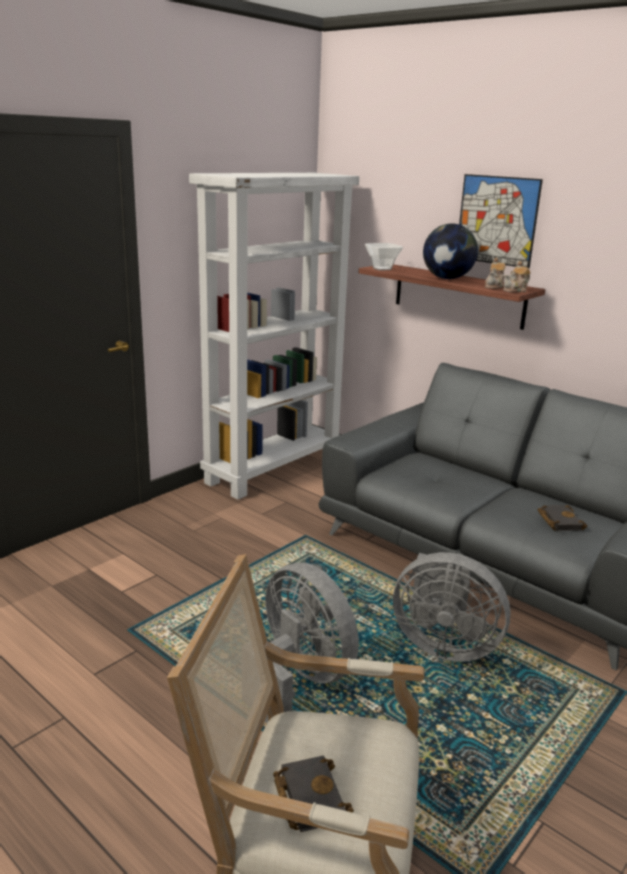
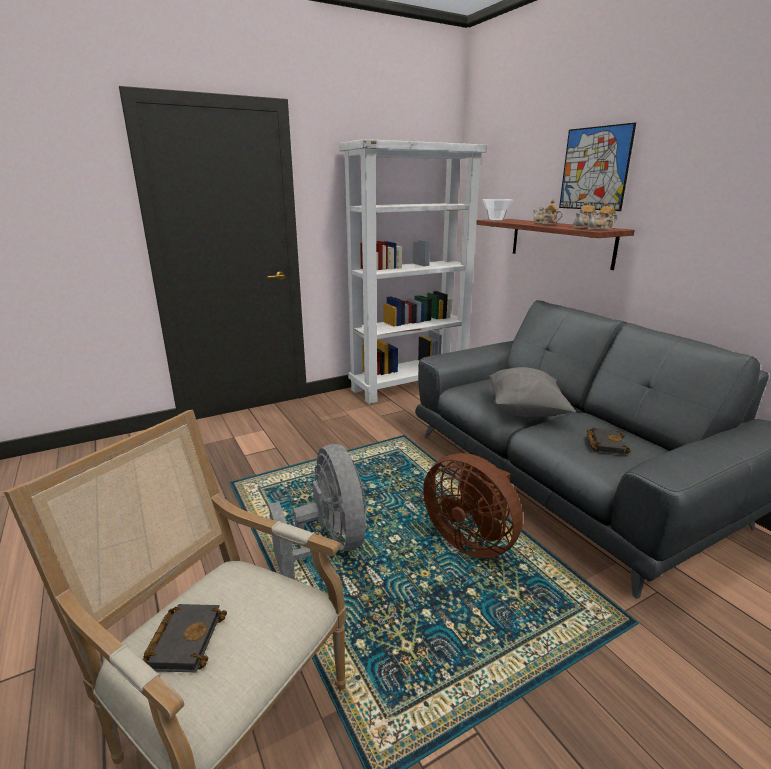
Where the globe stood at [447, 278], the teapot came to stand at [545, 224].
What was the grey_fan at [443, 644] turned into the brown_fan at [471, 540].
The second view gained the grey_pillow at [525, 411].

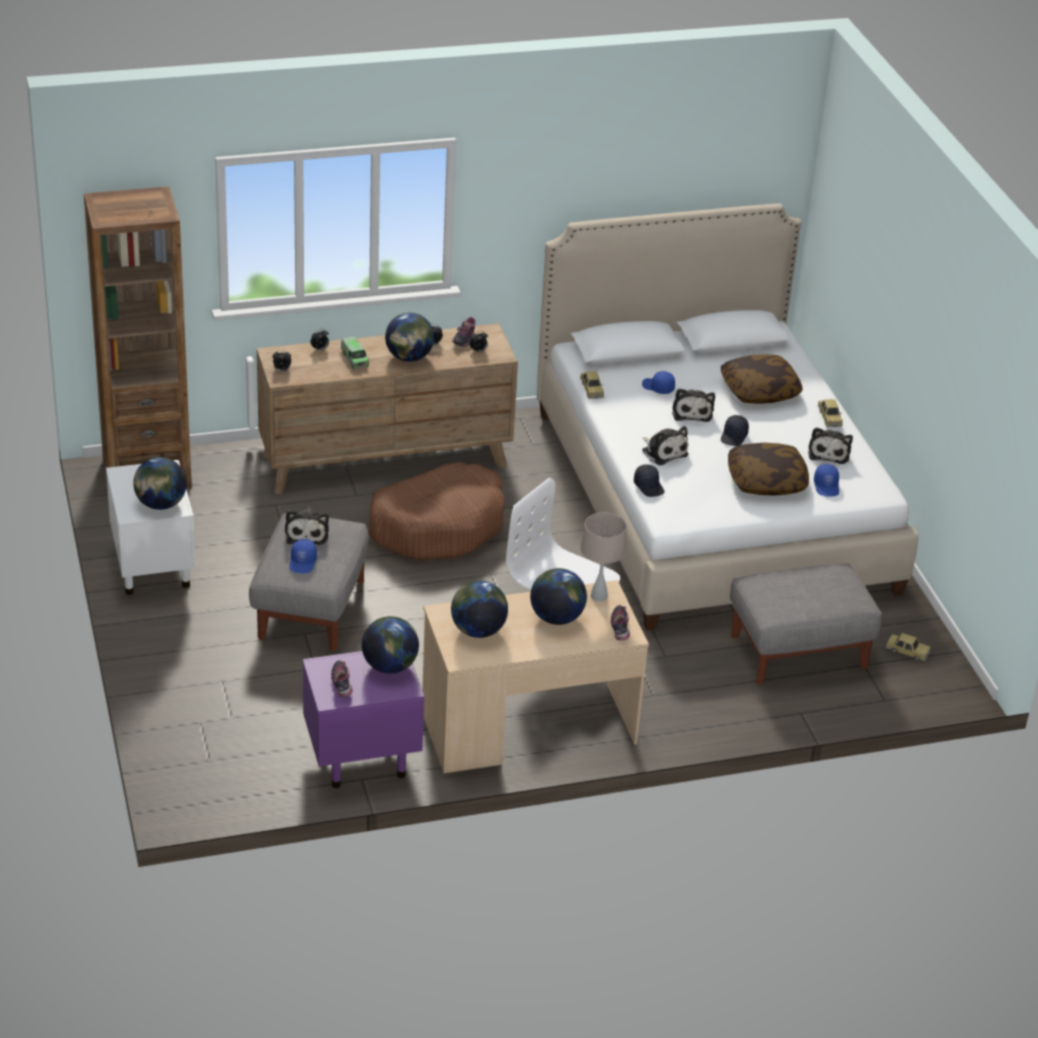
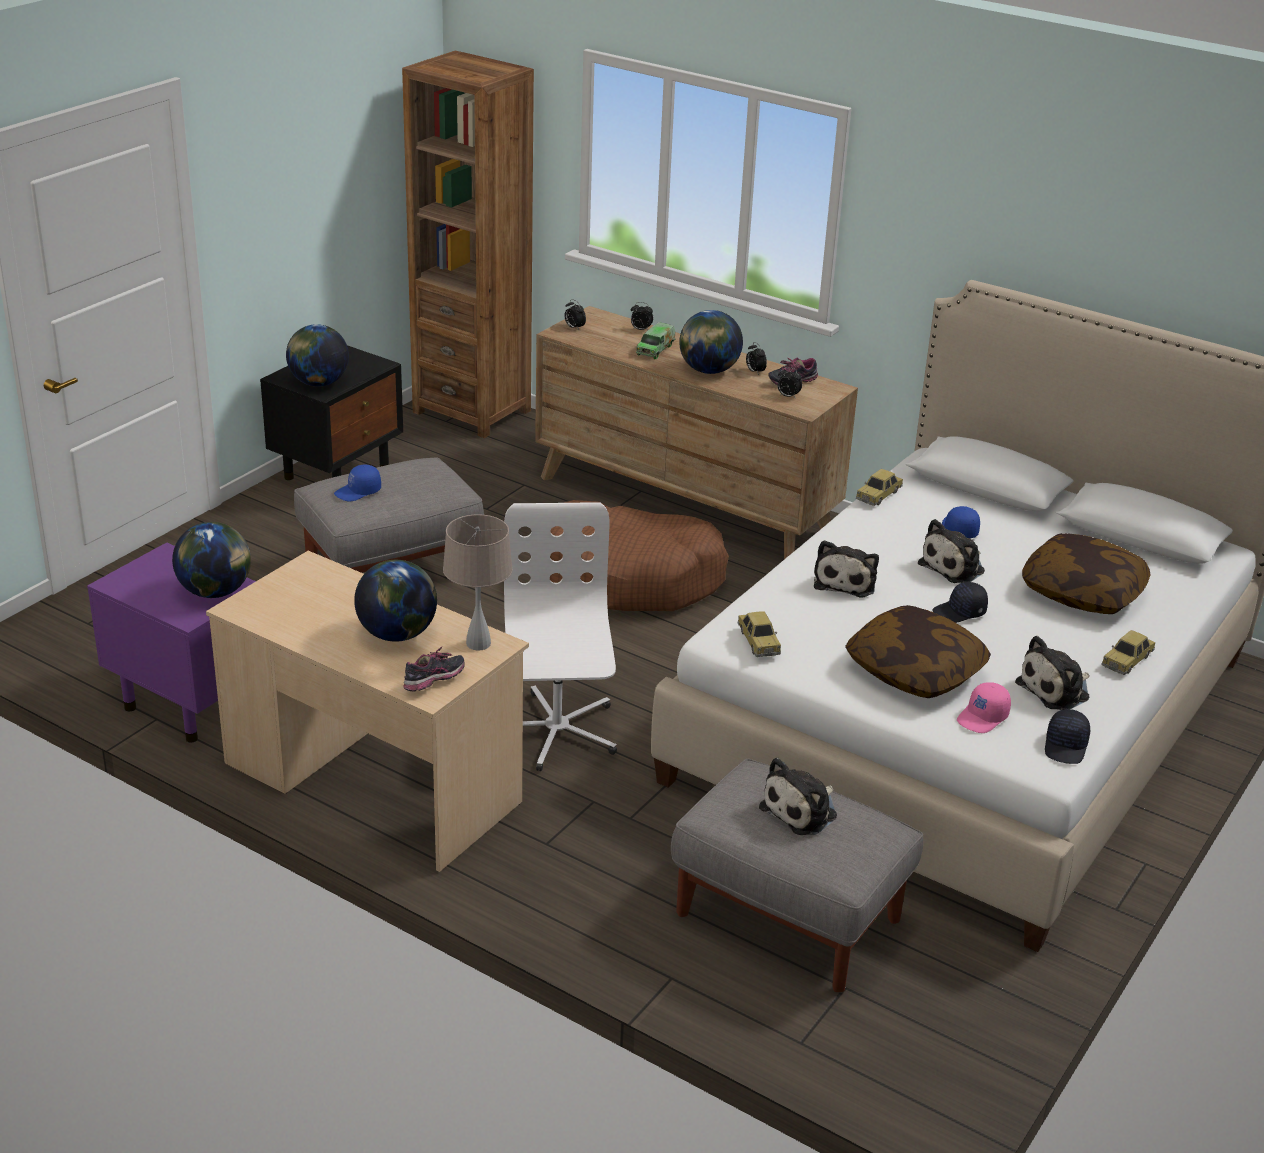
What was the white_nightstand at [153, 569] turned into the black_nightstand at [338, 473].
The black_cap ended up elsewhere, having gone from [649, 486] to [1066, 746].
What was the blue_cap at [827, 486] turned into the pink_cap at [983, 718].
The plush_toy ended up elsewhere, having gone from [307, 533] to [802, 811].
The second view lost the globe at [478, 630].
The toy_car ended up elsewhere, having gone from [907, 651] to [758, 641].
The second view lost the shoe at [342, 685].

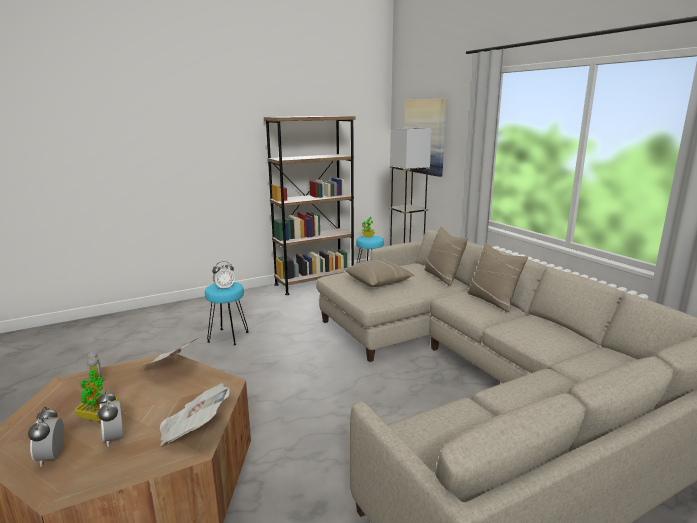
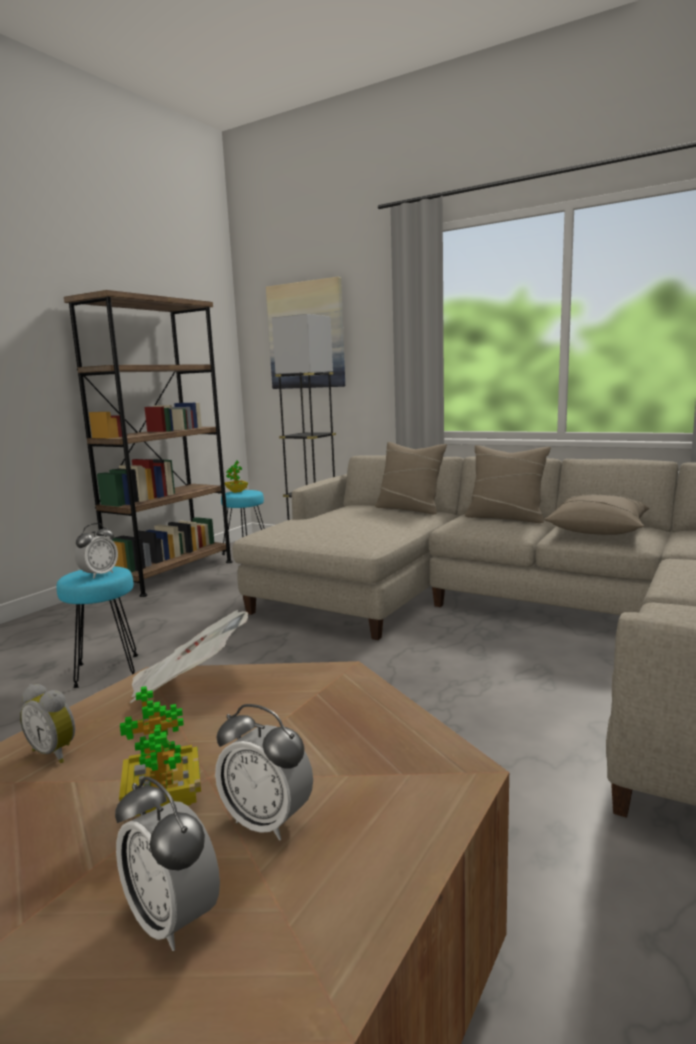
The beige_pillow ended up elsewhere, having gone from [378, 282] to [597, 530].
The second view lost the newspaper at [194, 430].

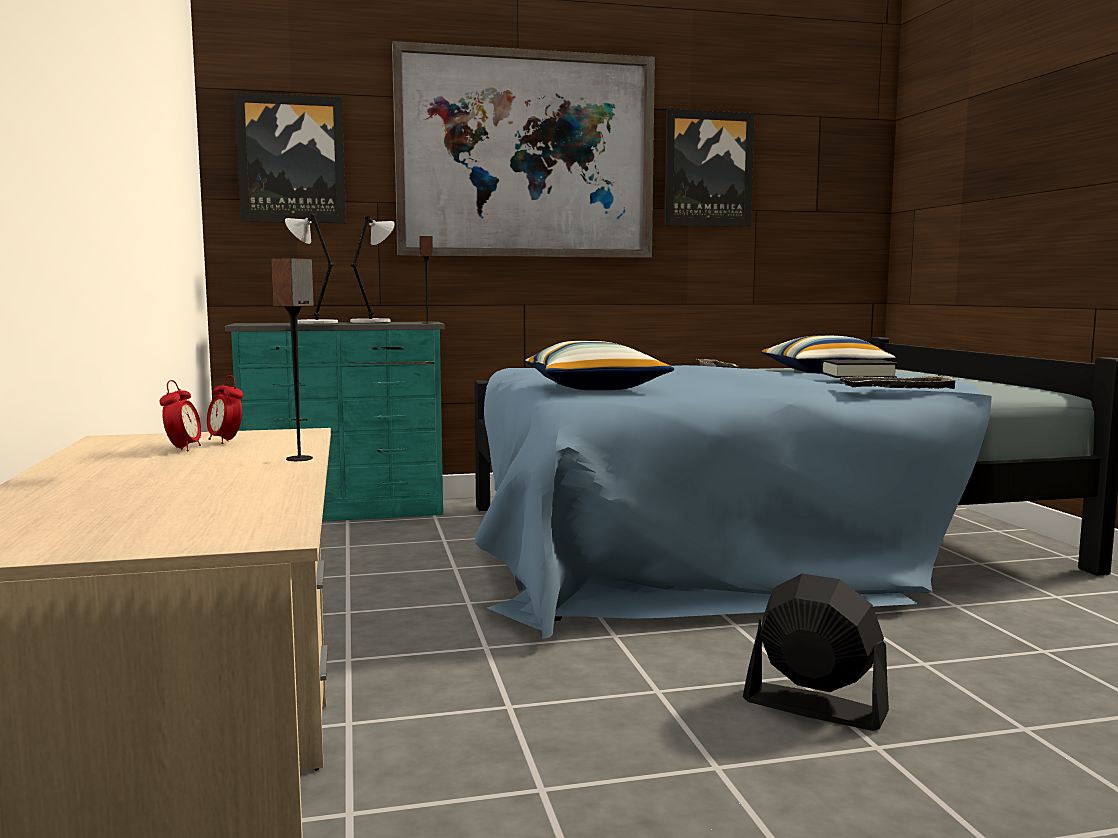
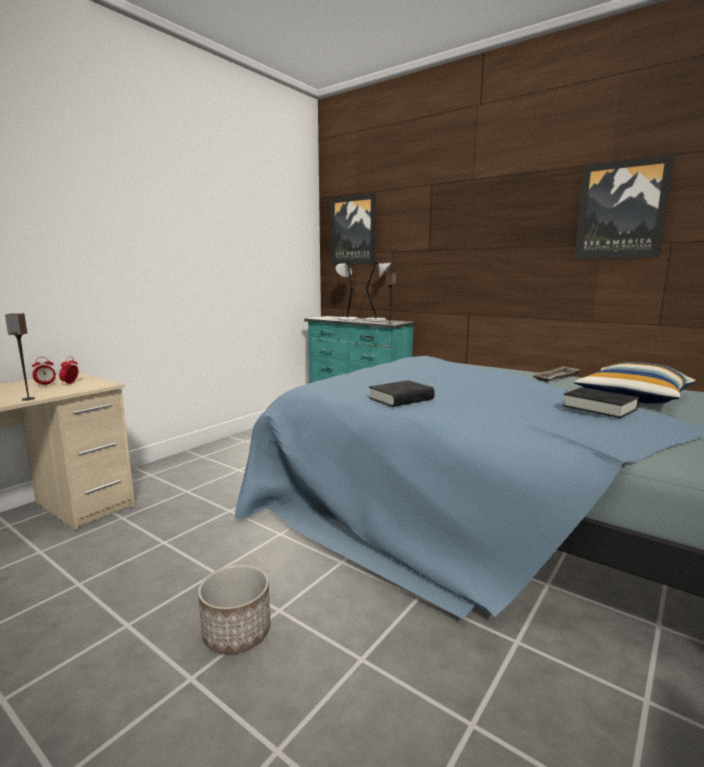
The second view lost the picture at [525, 156].
The second view lost the pillow at [595, 388].
The second view lost the tray at [898, 389].
Where the black_fan stood at [813, 706], the planter came to stand at [236, 632].
The second view gained the black_book at [401, 399].

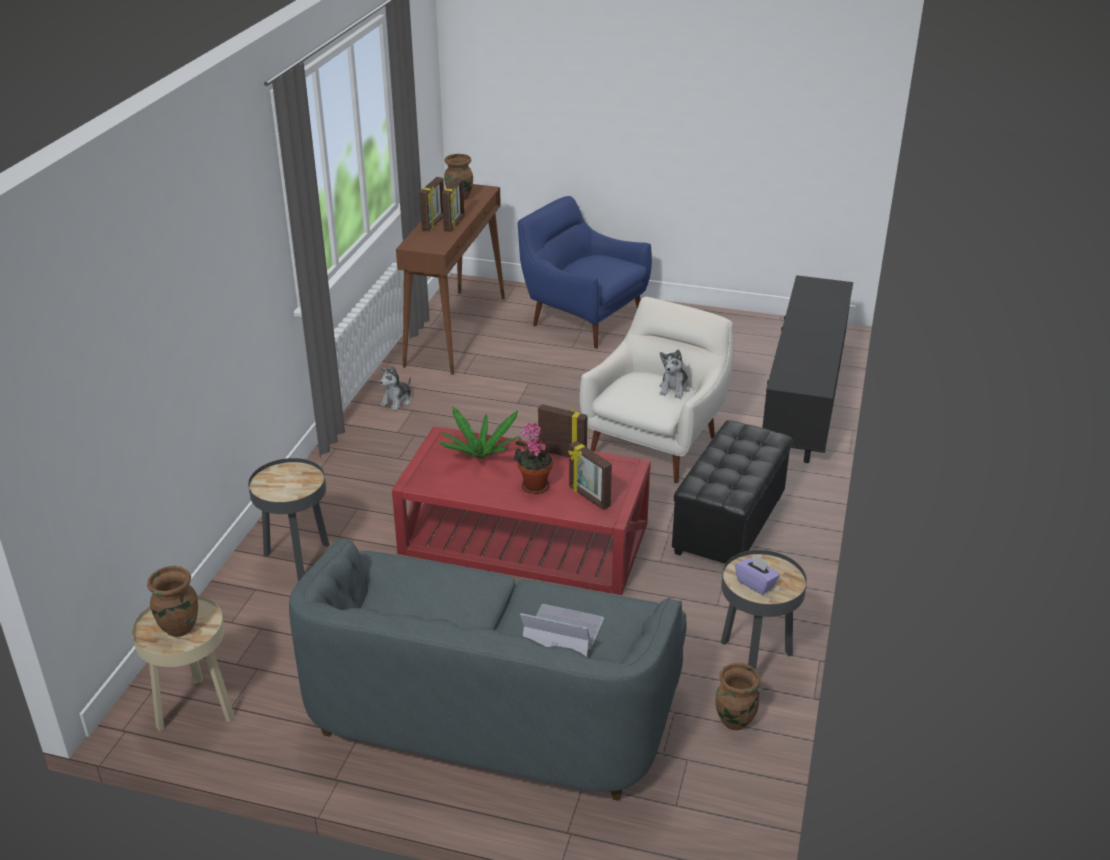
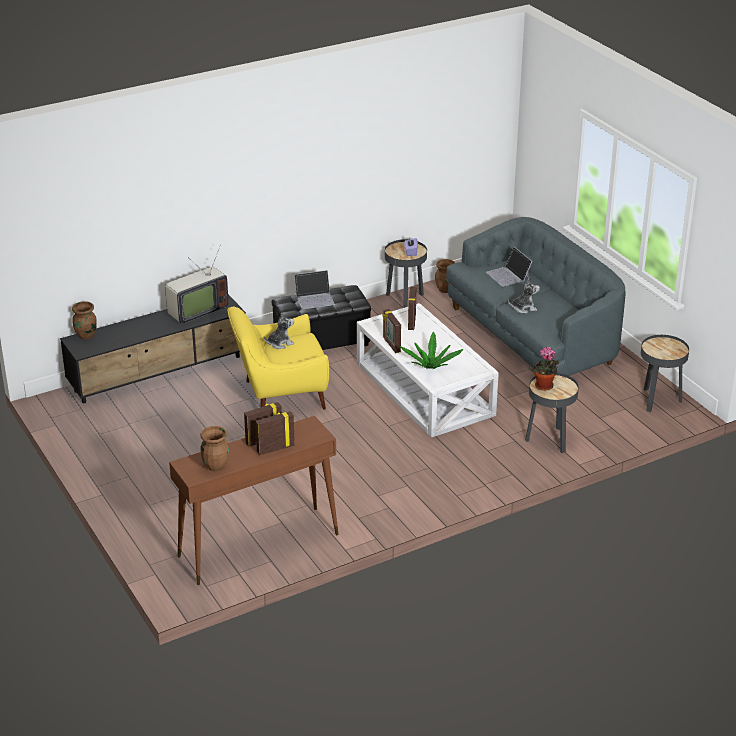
The second view lost the blue_armchair at [583, 319].
What was the white_armchair at [656, 443] turned into the yellow_armchair at [280, 396].
The plush_toy ended up elsewhere, having gone from [397, 401] to [523, 308].
The potted_plant ended up elsewhere, having gone from [533, 485] to [544, 387].
What was the red_coffee_table at [523, 539] turned into the white_coffee_table at [425, 389].
The brown_vase ended up elsewhere, having gone from [179, 628] to [86, 336].
What was the beige_side_table at [195, 709] turned into the black_side_table at [658, 400].
The second view gained the television at [196, 311].
The second view gained the laptop at [315, 298].

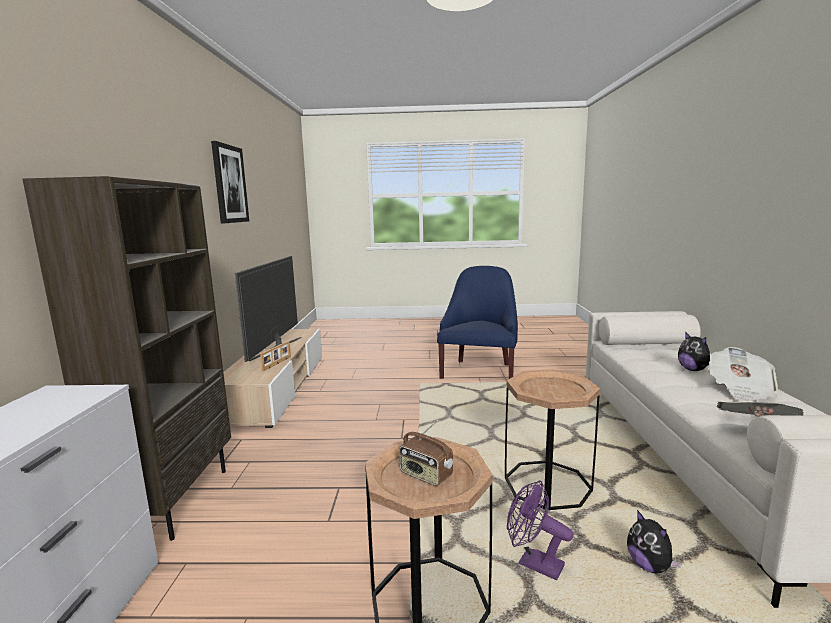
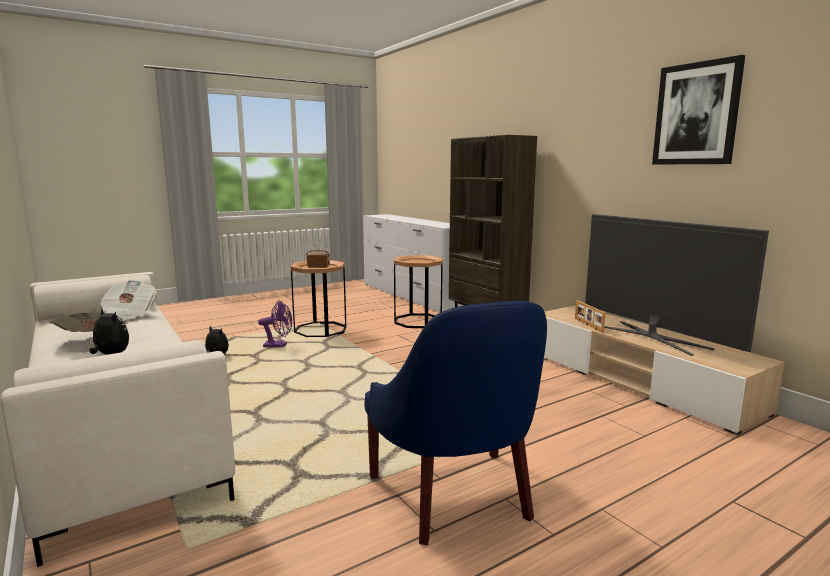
The brown_side_table ended up elsewhere, having gone from [547, 485] to [418, 321].

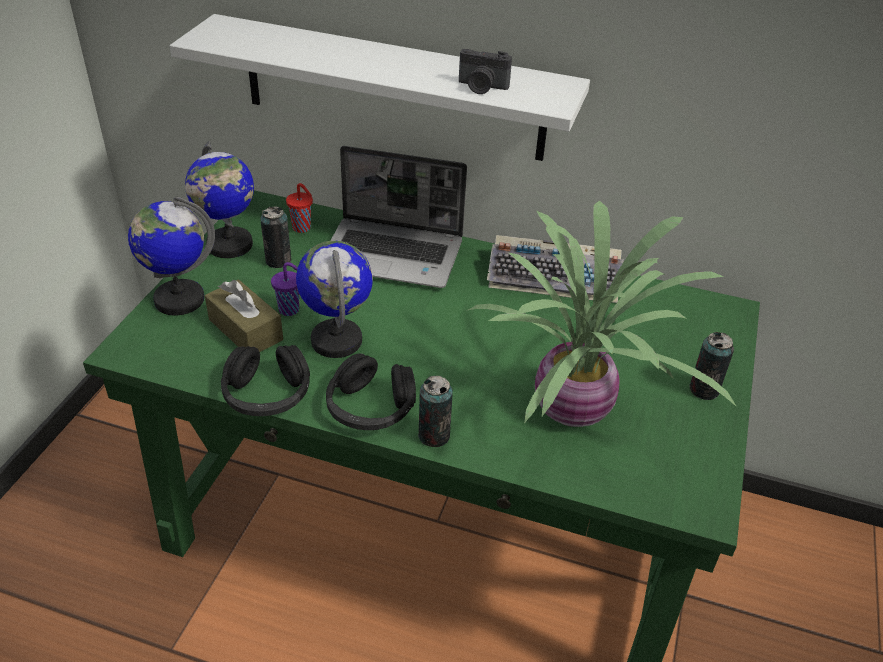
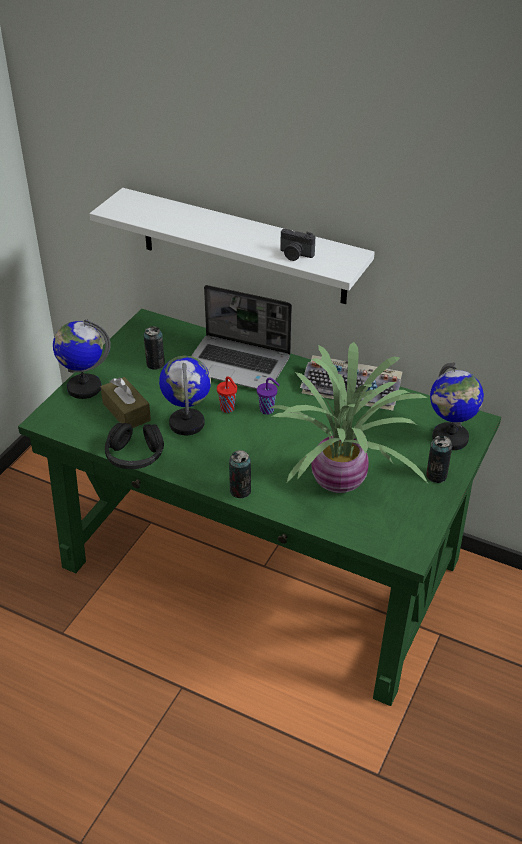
The globe ended up elsewhere, having gone from [229, 245] to [450, 438].
The red_cup ended up elsewhere, having gone from [302, 228] to [228, 409].
The purple_cup ended up elsewhere, having gone from [290, 310] to [268, 410].
The second view lost the black_headphones at [370, 408].

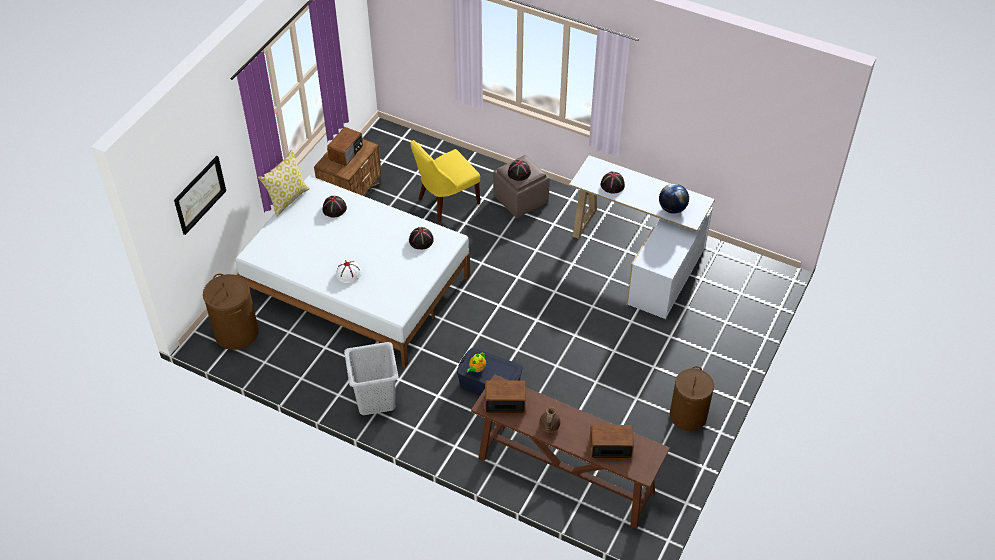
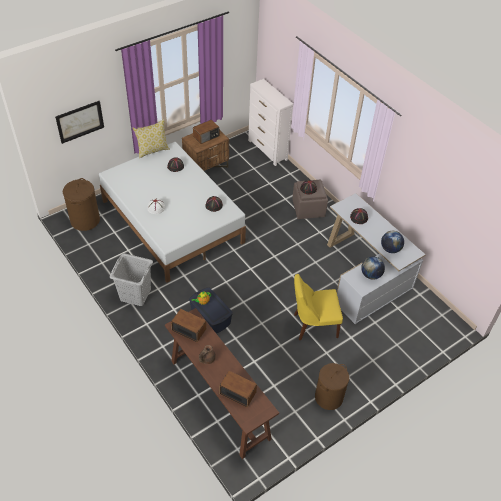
The yellow_chair ended up elsewhere, having gone from [446, 202] to [313, 325].
The second view gained the white_dresser at [267, 150].
The second view gained the globe at [371, 275].

